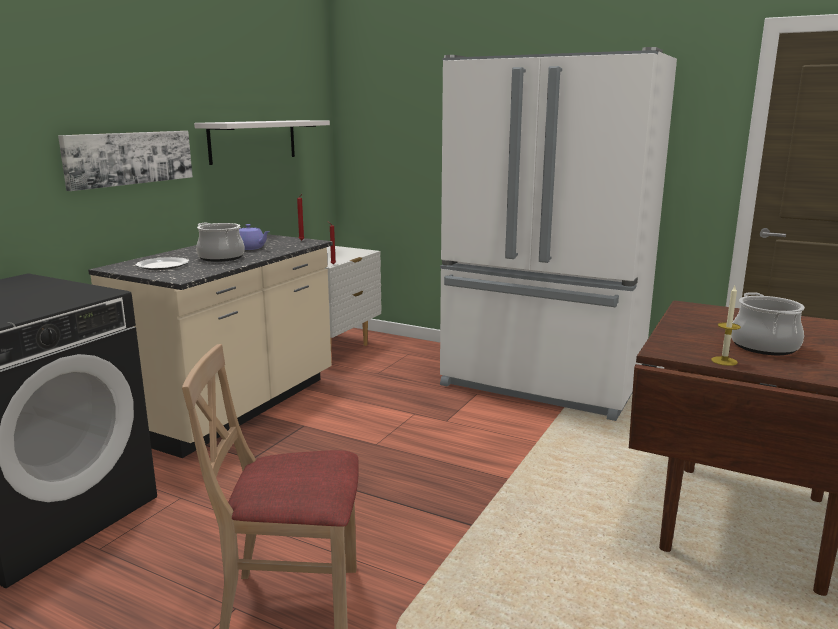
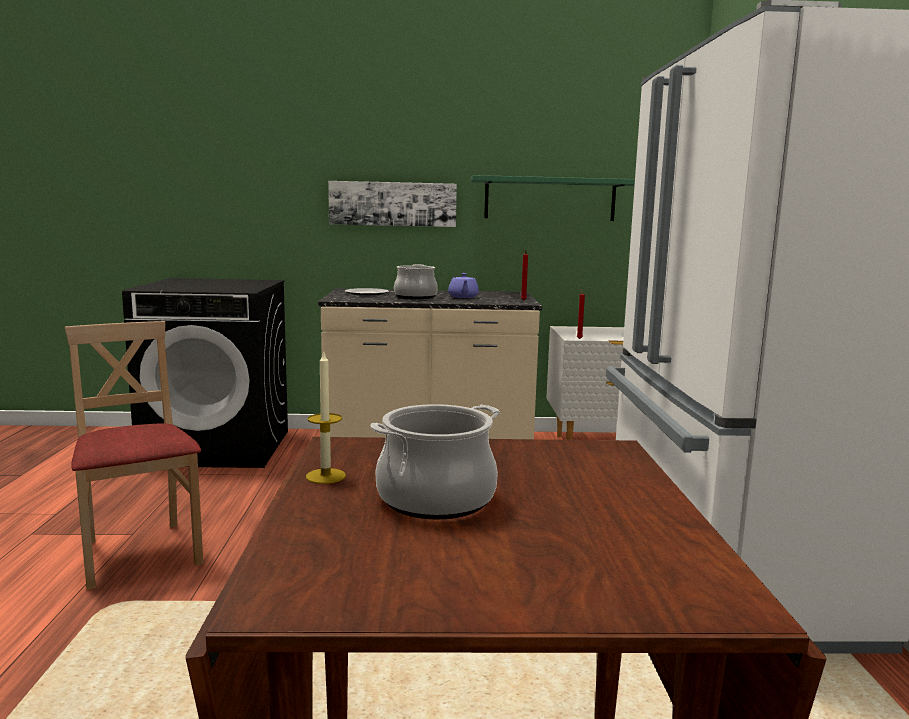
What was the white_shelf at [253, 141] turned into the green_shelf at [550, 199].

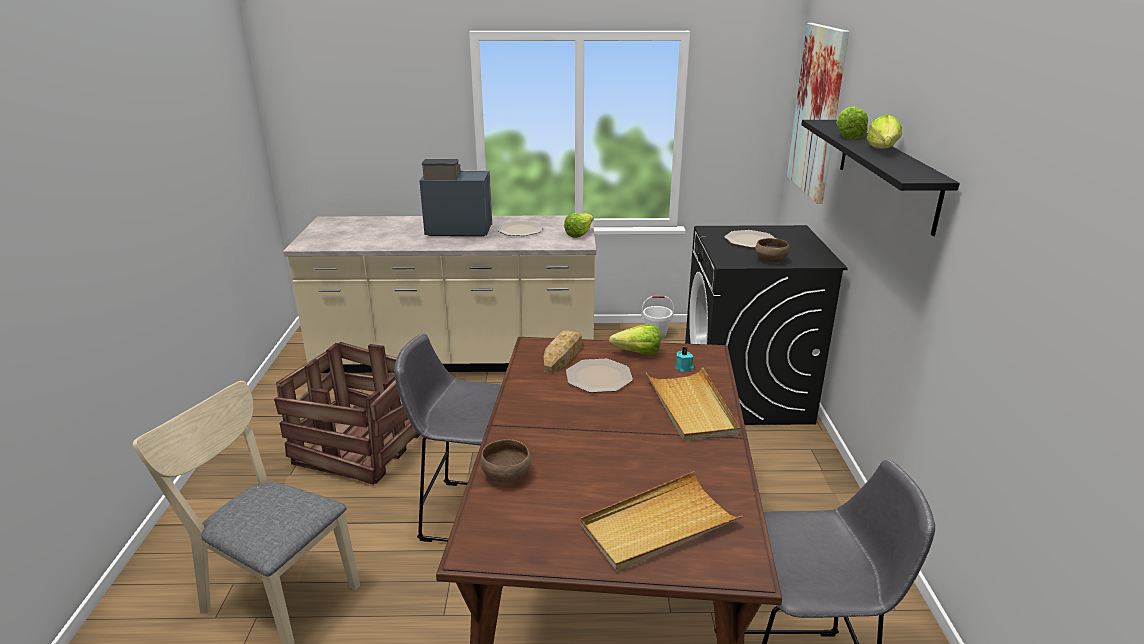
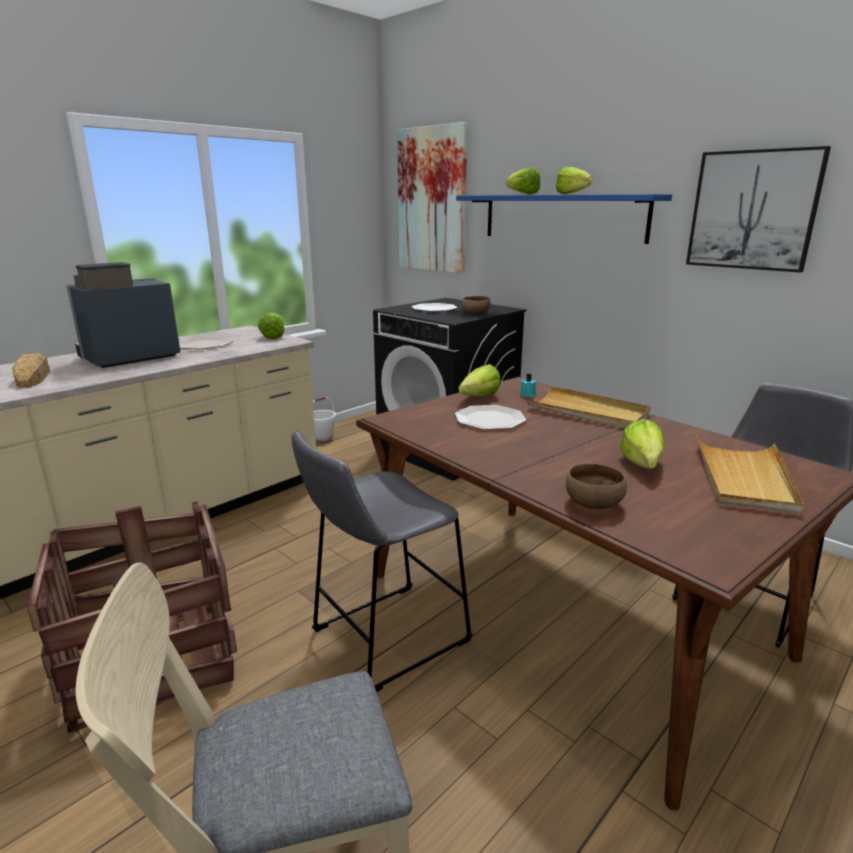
What was the black_shelf at [886, 172] turned into the blue_shelf at [562, 217].
The bread ended up elsewhere, having gone from [562, 356] to [33, 377].
The second view gained the picture at [753, 210].
The second view gained the lettuce at [641, 468].

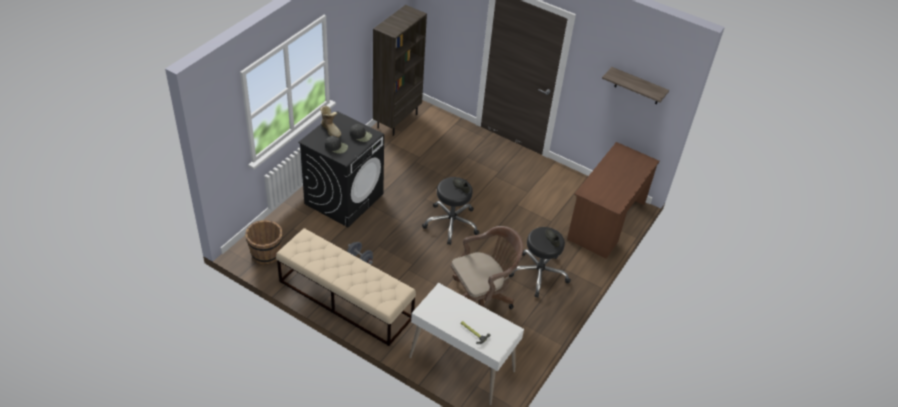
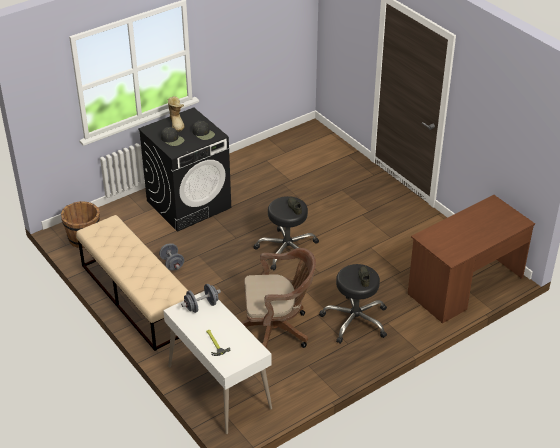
The second view lost the brown_bookcase at [397, 120].
The second view lost the shelf at [637, 86].
The second view gained the grey_dumbbell at [201, 306].

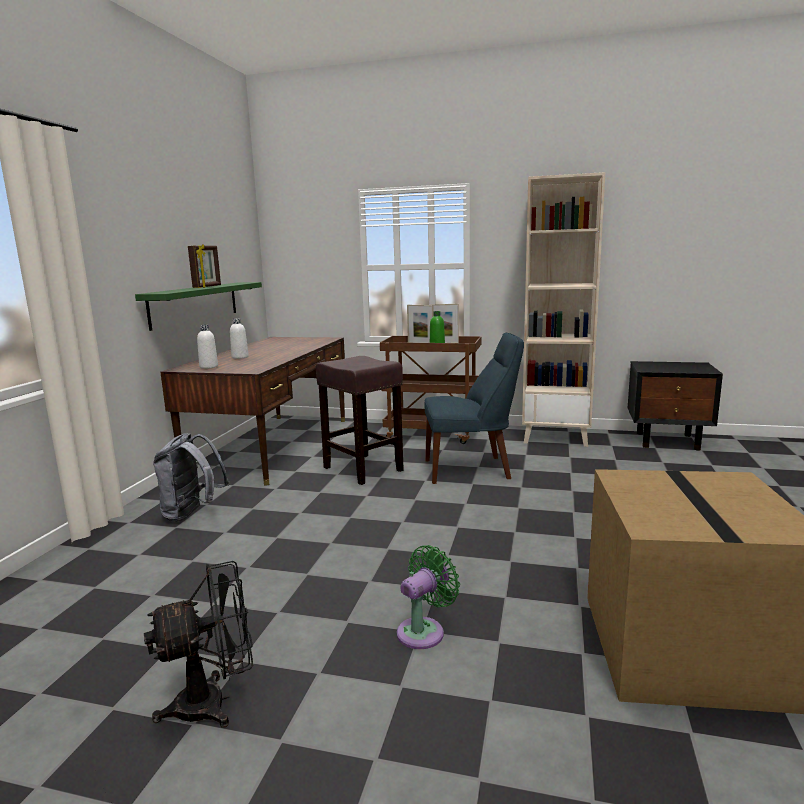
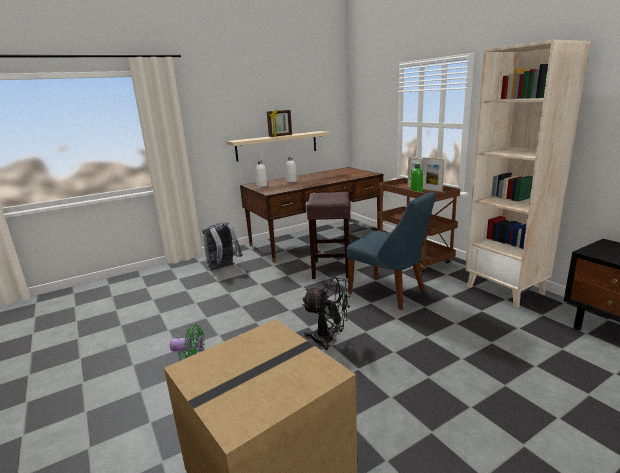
What was the green_shelf at [195, 304] turned into the beige_shelf at [277, 145].
The black_fan ended up elsewhere, having gone from [214, 702] to [329, 339].

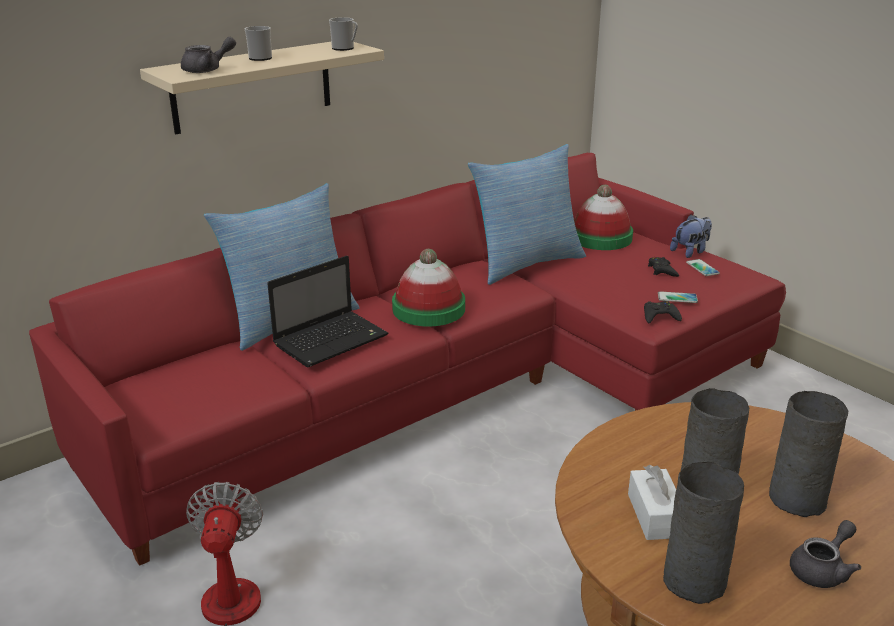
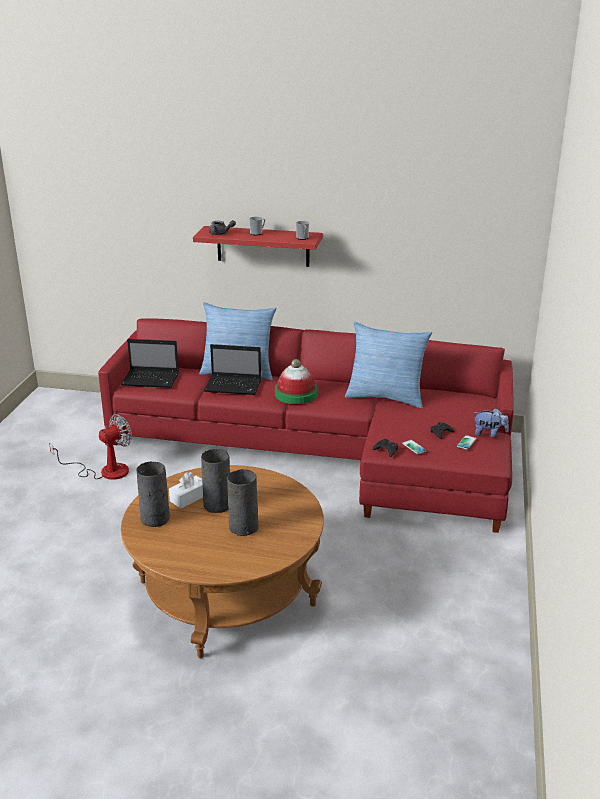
What was the beige_shelf at [252, 86] turned into the red_shelf at [263, 246].
The second view lost the hat at [600, 237].
The second view lost the grey_teapot at [822, 570].
The second view gained the laptop at [151, 380].

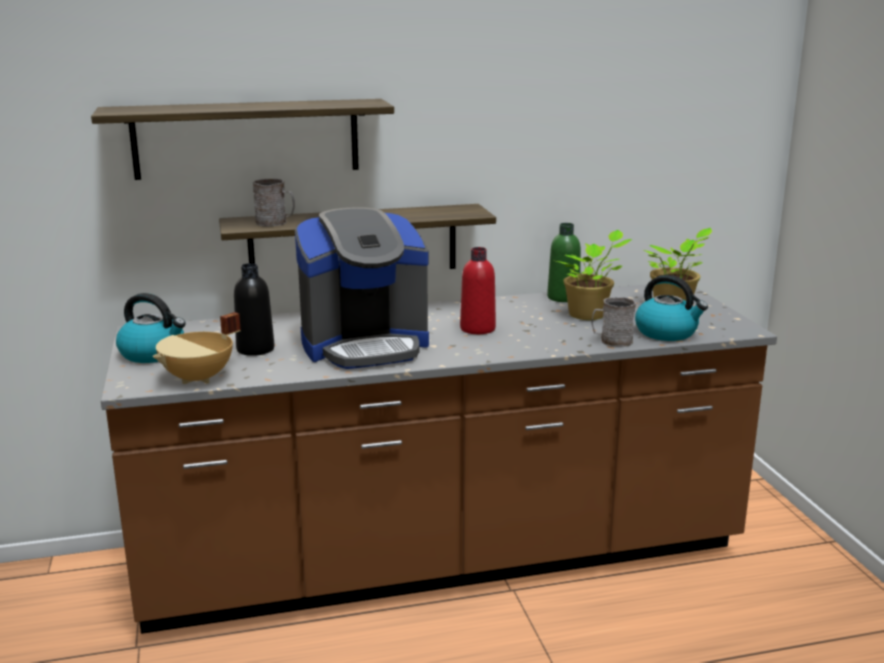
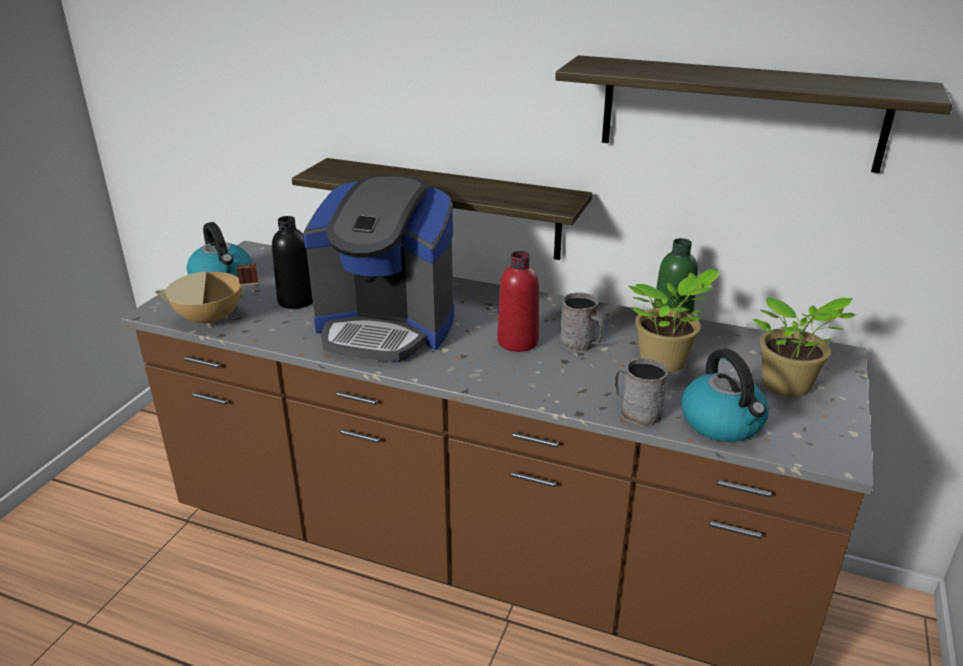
The shelf ended up elsewhere, having gone from [246, 138] to [740, 113].
The grey_mug ended up elsewhere, having gone from [275, 222] to [581, 344].

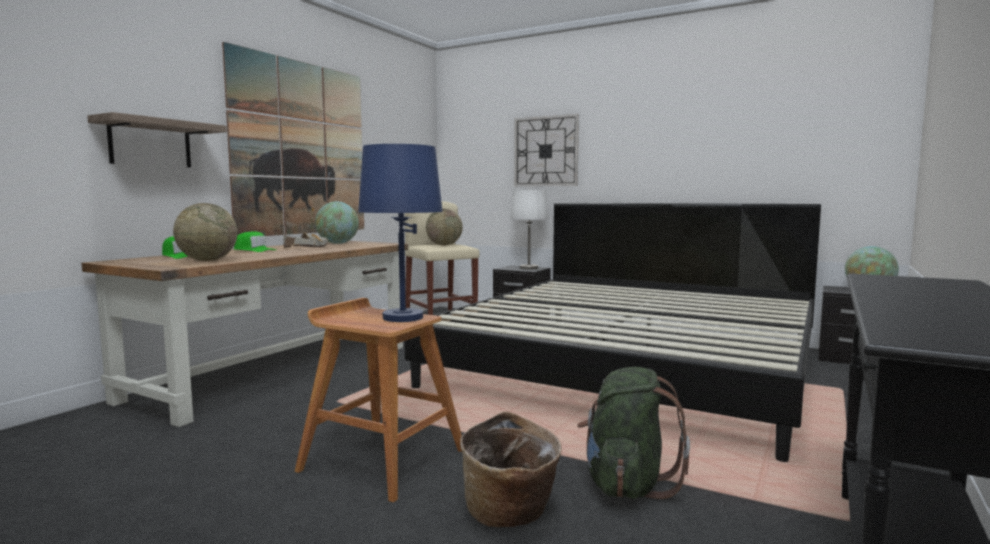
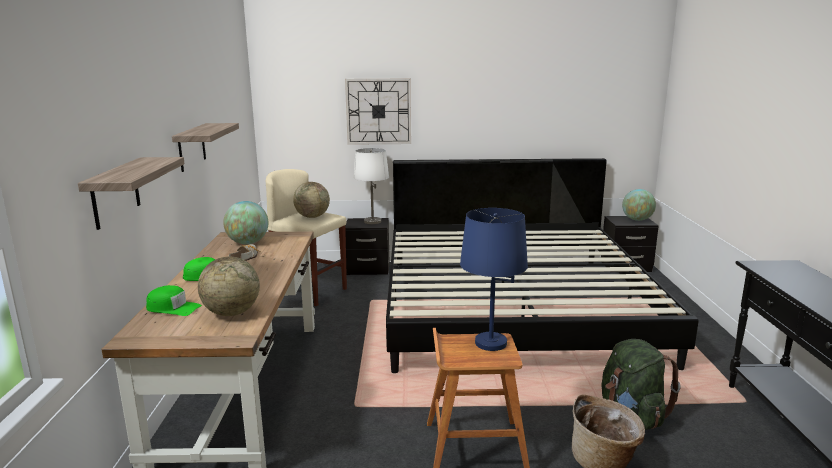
Where the picture hung at [302, 148], the shelf came to hang at [191, 147].

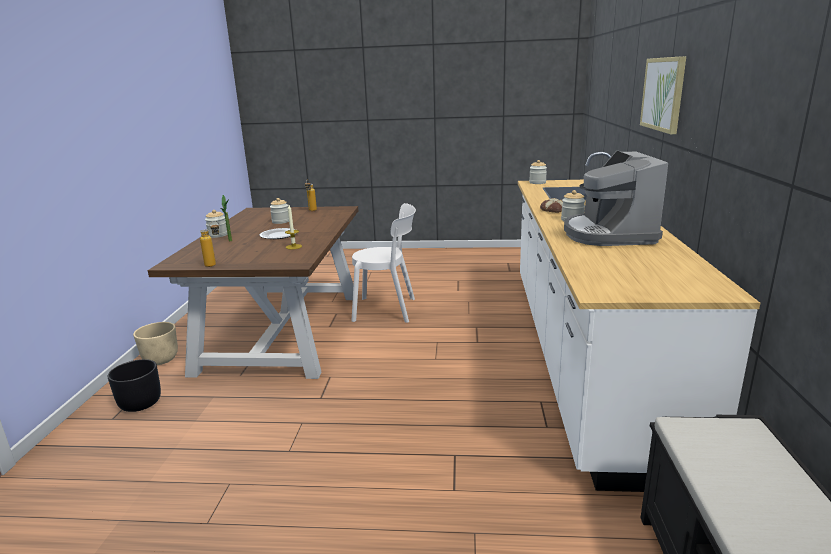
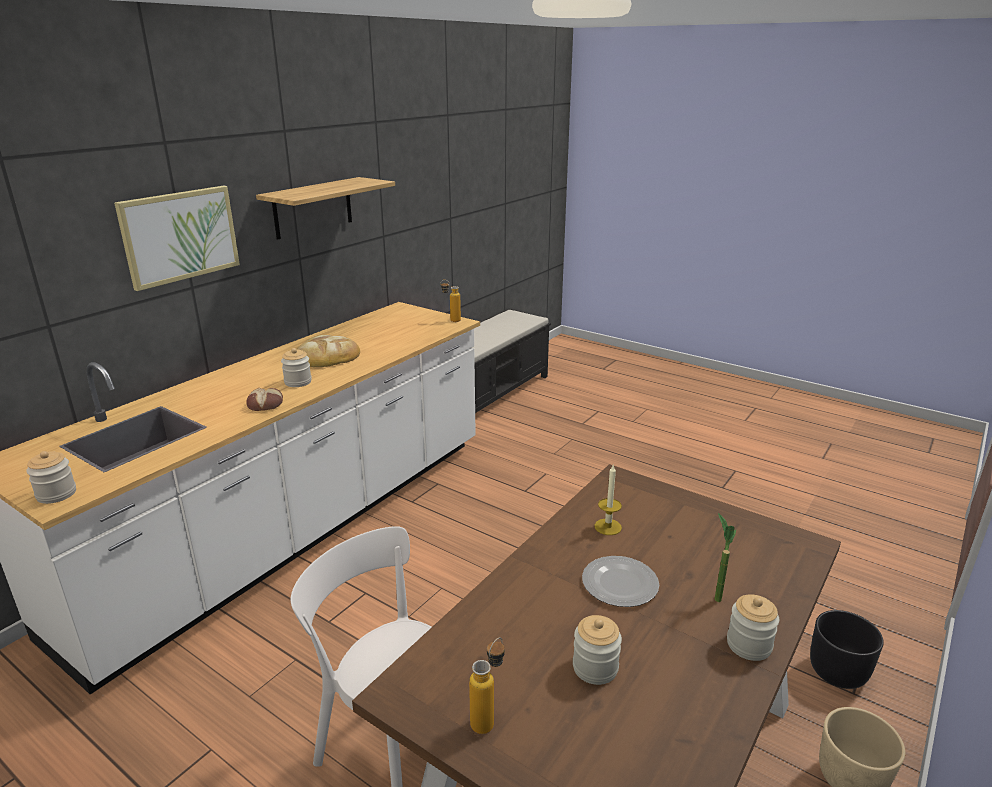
Where the coffee_machine stood at [608, 234], the bread came to stand at [327, 356].
The bottle ended up elsewhere, having gone from [215, 264] to [451, 320].
The second view gained the shelf at [313, 208].

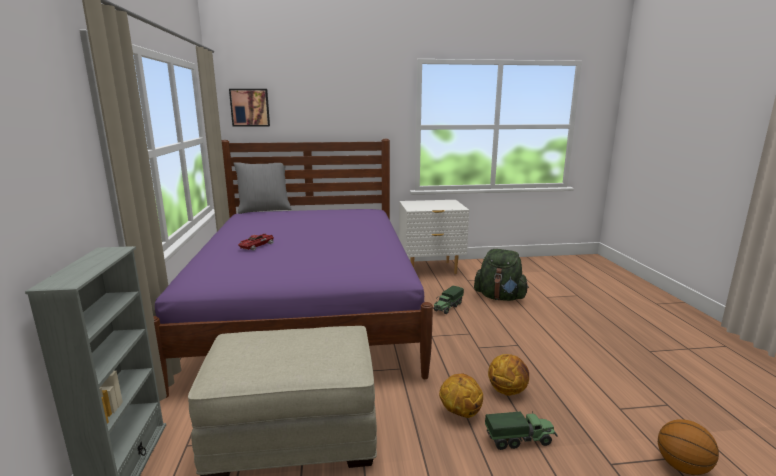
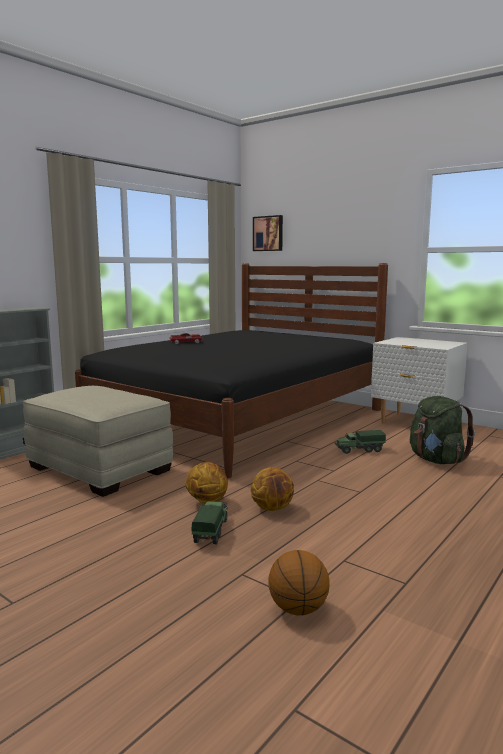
What was the purple_bed at [308, 311] turned into the black_bed at [239, 420].
The second view lost the grey_pillow at [264, 210].
The toy_truck at [520, 439] ended up facing another way, 120 degrees counterclockwise from before.

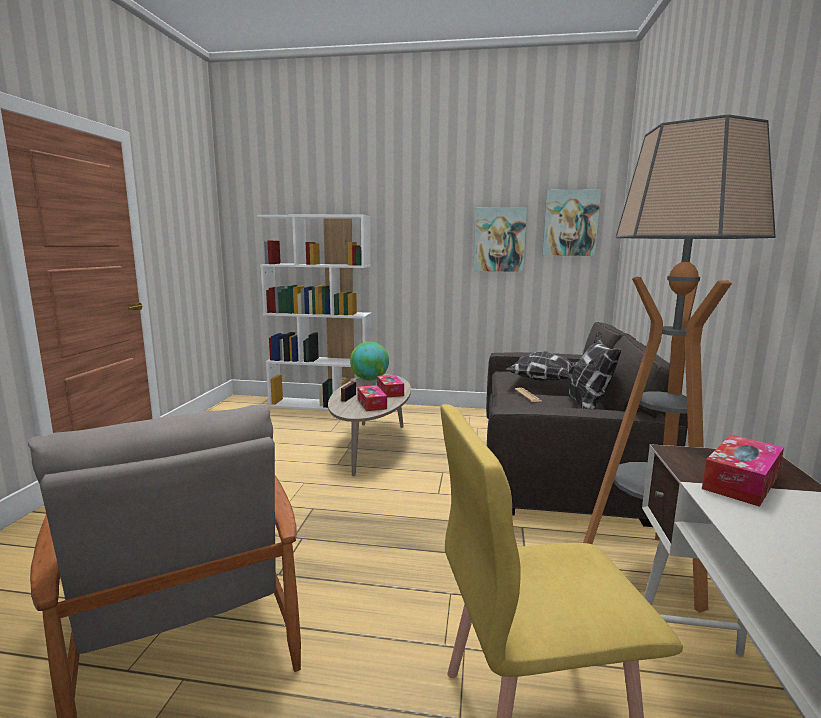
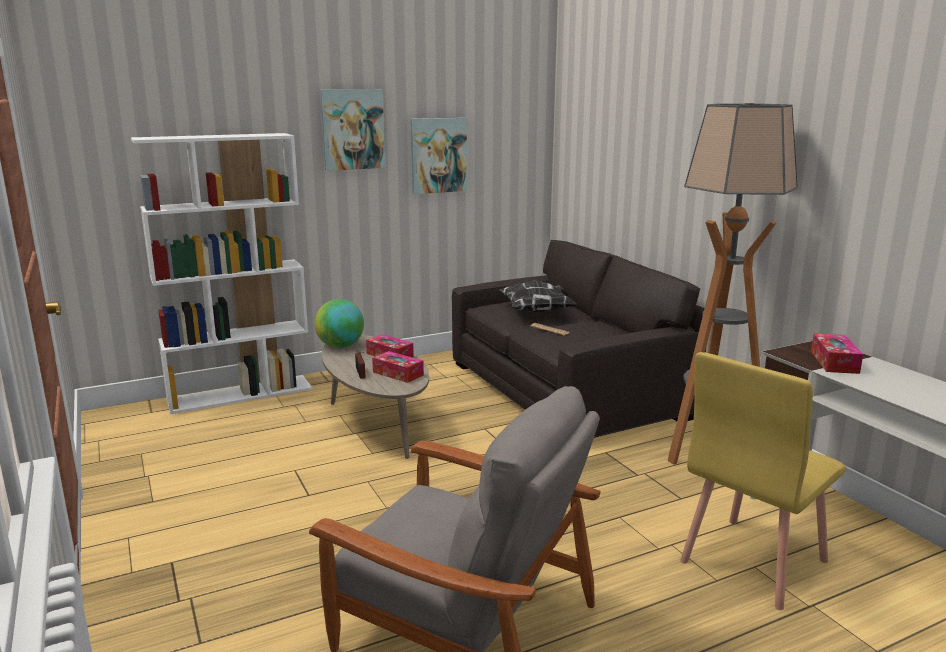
The picture ended up elsewhere, having gone from [570, 223] to [353, 129].
The second view lost the pillow at [588, 407].

